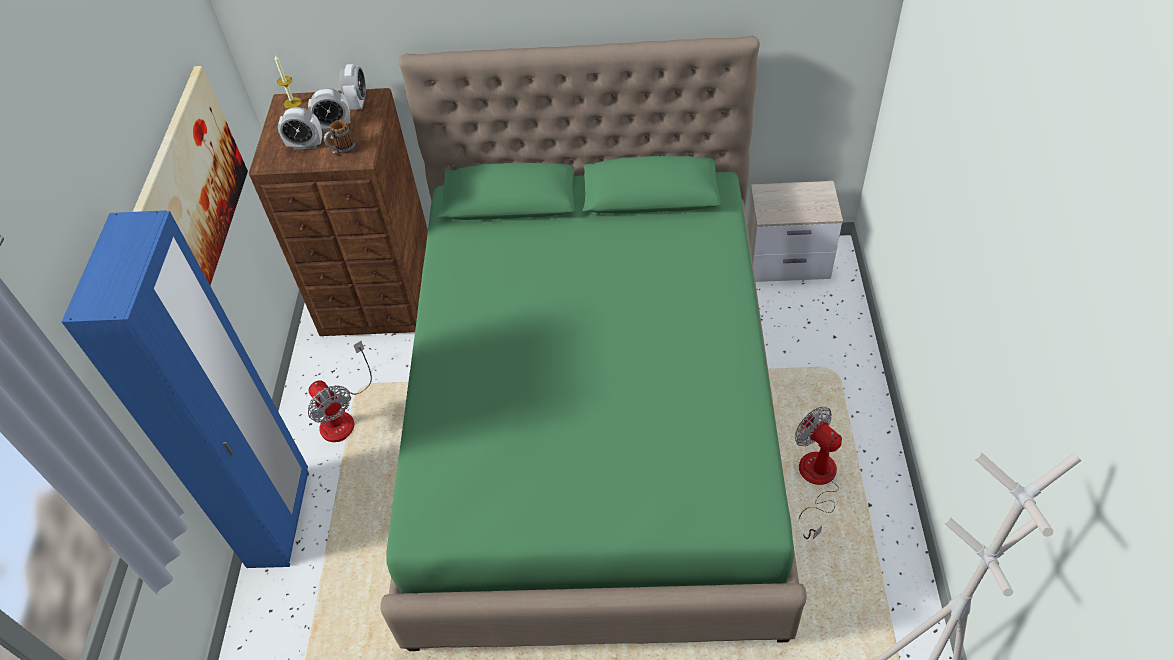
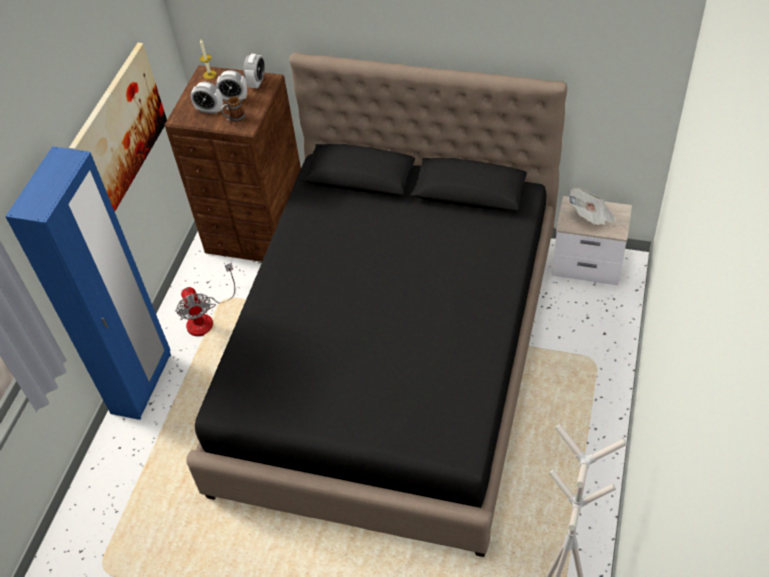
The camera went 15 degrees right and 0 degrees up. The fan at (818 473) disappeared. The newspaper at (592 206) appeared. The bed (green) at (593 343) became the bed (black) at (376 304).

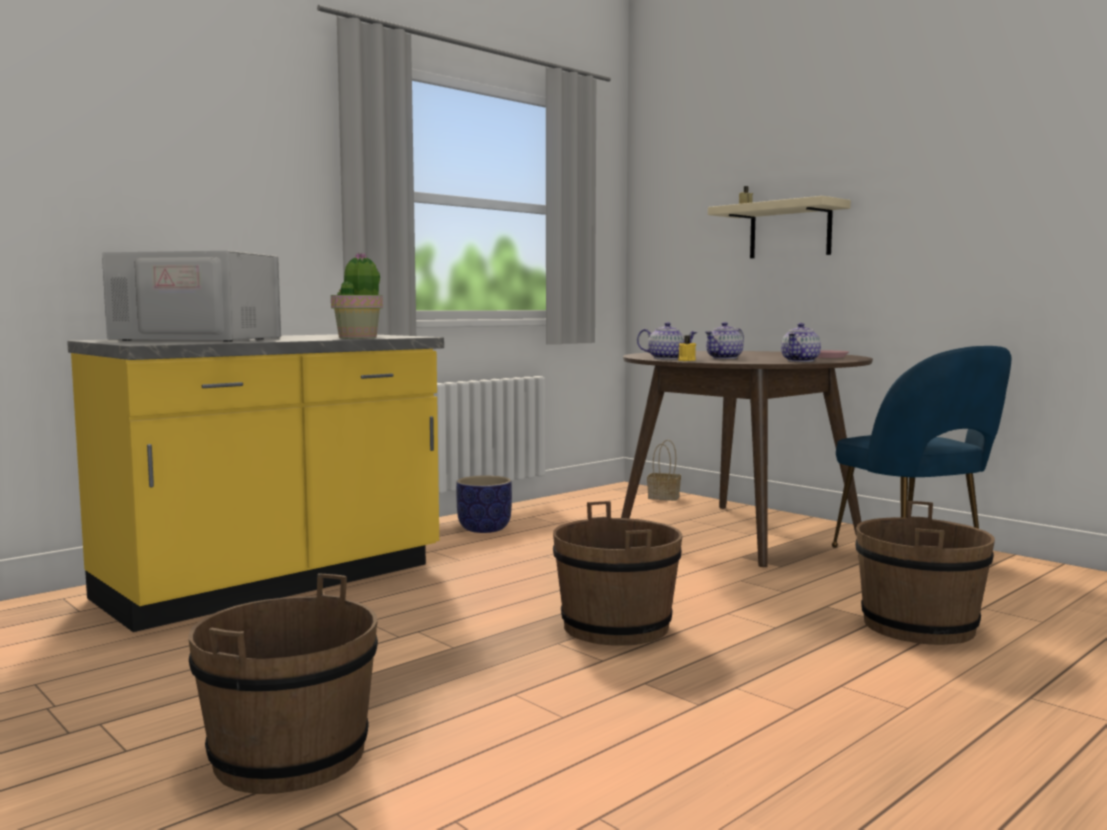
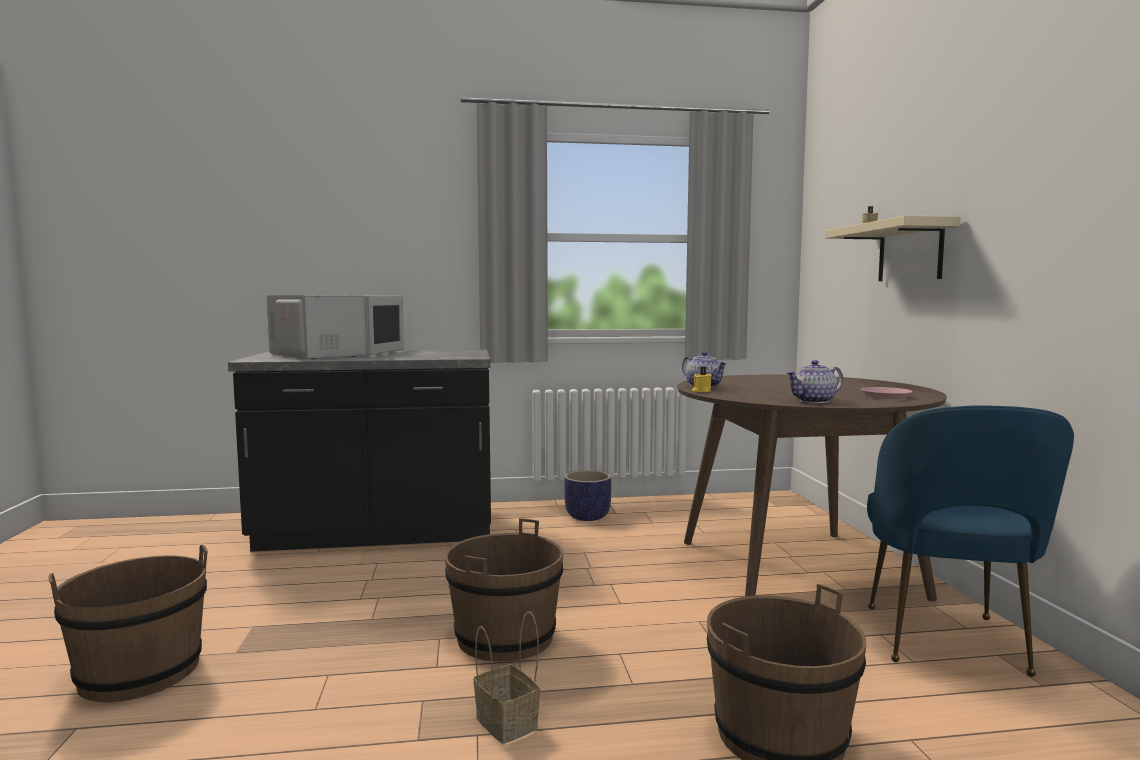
The camera went 35 degrees right and 0 degrees up. The potted plant at (357 295) disappeared. The teapot at (724 340) disappeared. The basket moved from (664 470) to (507 677). The counter (yellow) at (255 483) became the counter (black) at (359 450).

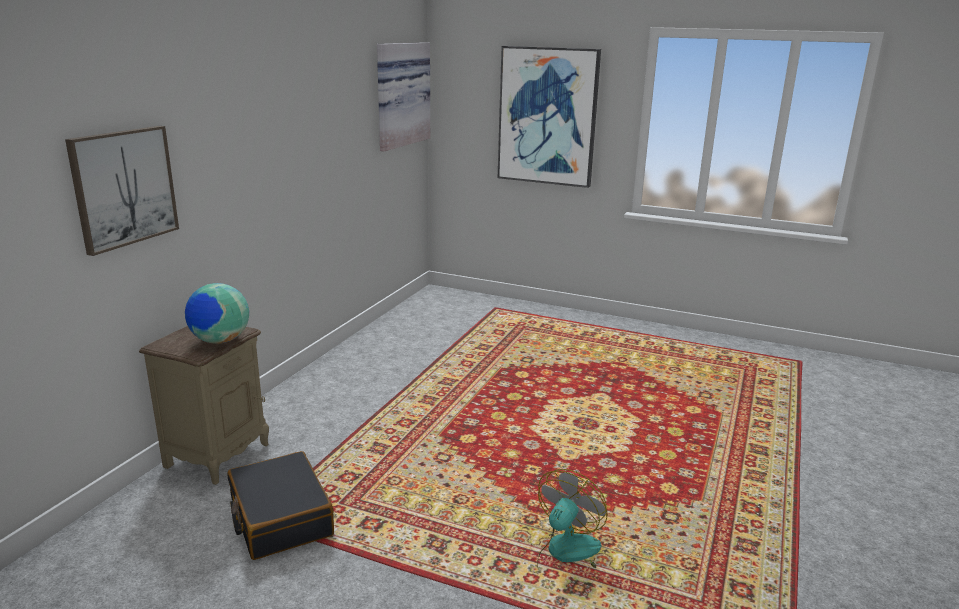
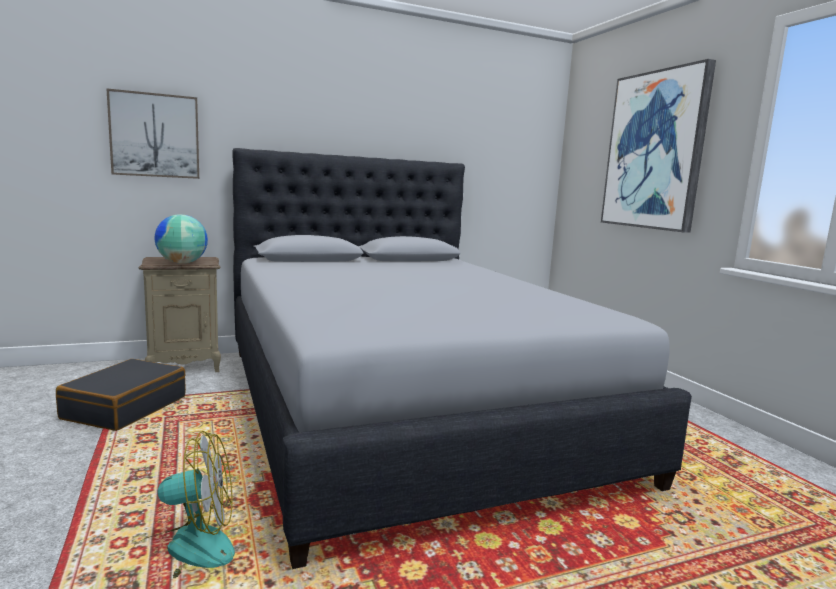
The camera went 45 degrees right and 10 degrees down. The picture at (403 96) disappeared. The bed (grey) at (462 358) appeared.

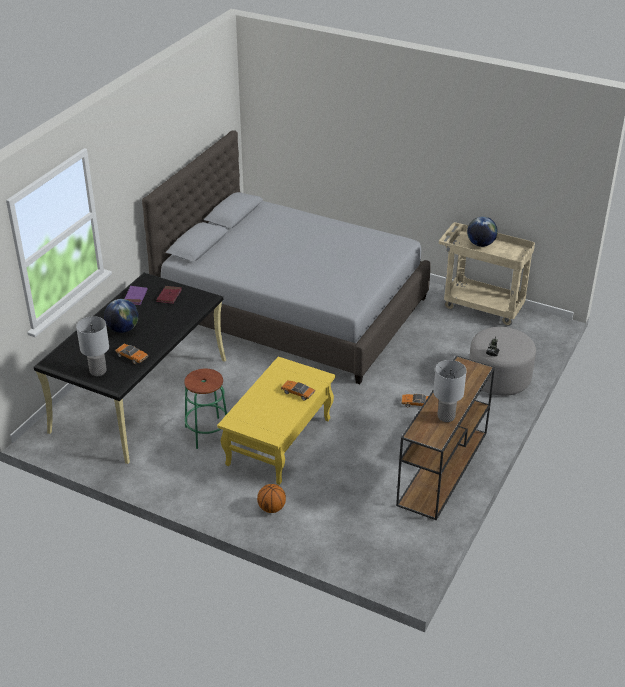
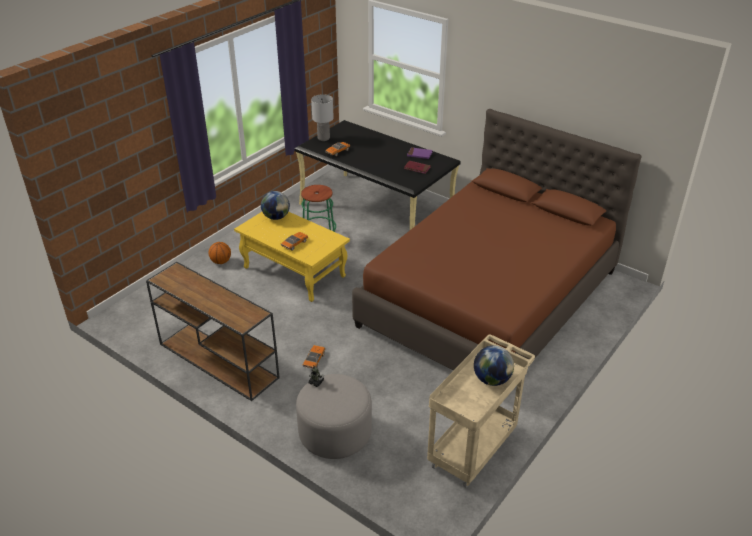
The camera went 100 degrees right and 0 degrees up. The table lamp (grey) at (450 391) disappeared. The globe moved from (121 316) to (275 205). The bed (grey) at (286 257) became the bed (brown) at (496 240).

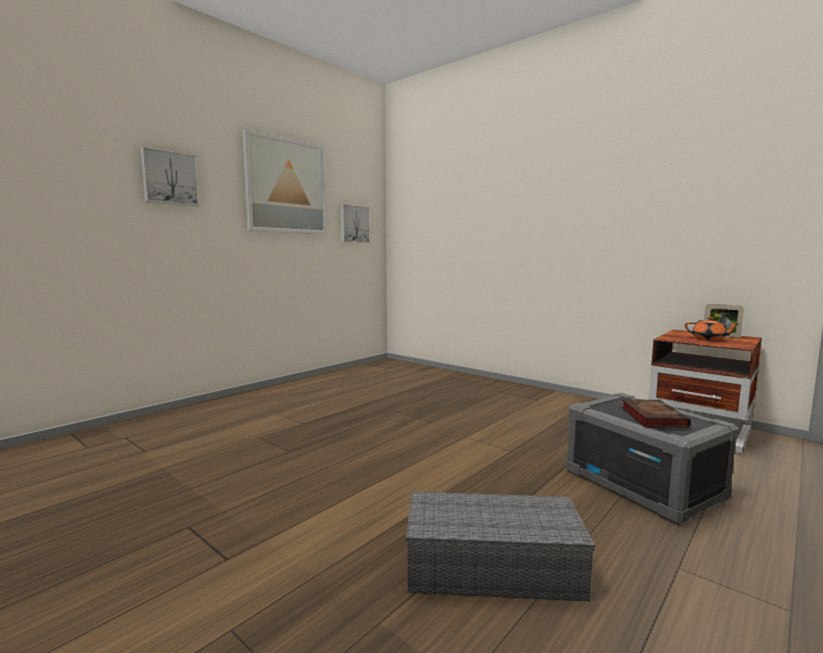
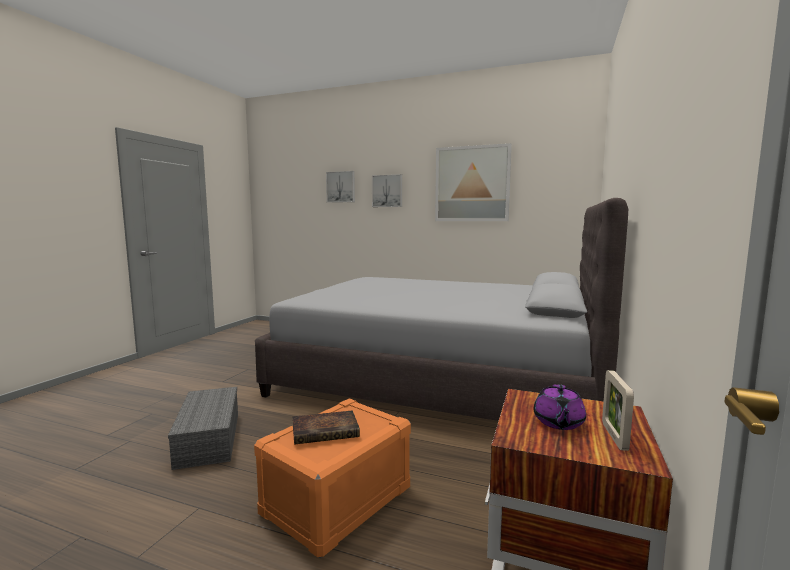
The camera went 70 degrees right and 0 degrees up. The bed (grey) at (441 309) appeared. The picture moved from (355 223) to (340 187). The storage box (grey) at (652 459) became the storage box (orange) at (332 478). The teapot (orange) at (711 329) became the teapot (purple) at (560 407).

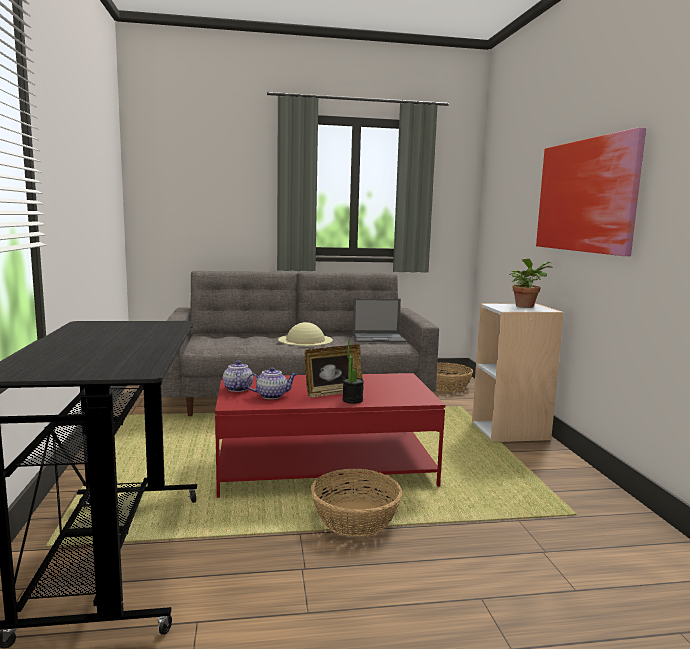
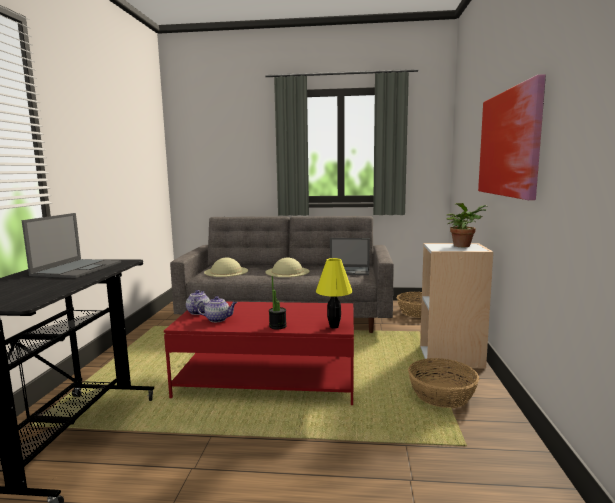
The camera went 15 degrees right and 0 degrees up. The picture frame at (334 370) disappeared. The laptop at (71 245) appeared. The hat (beige) at (226 267) appeared. The table lamp (yellow) at (334 293) appeared. The basket moved from (356 503) to (443 383).

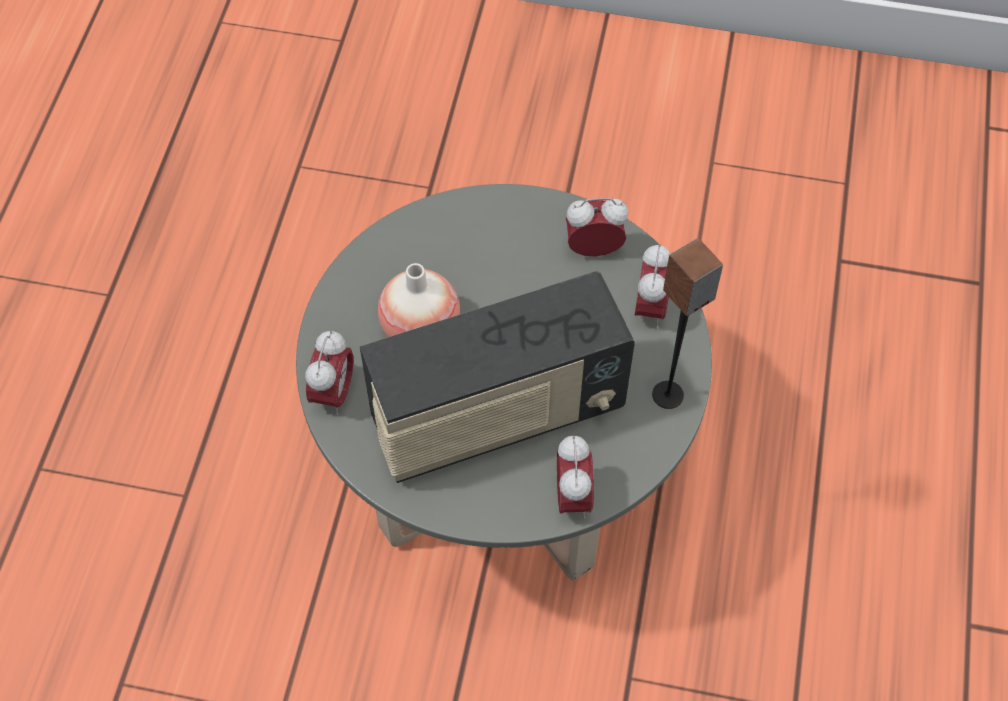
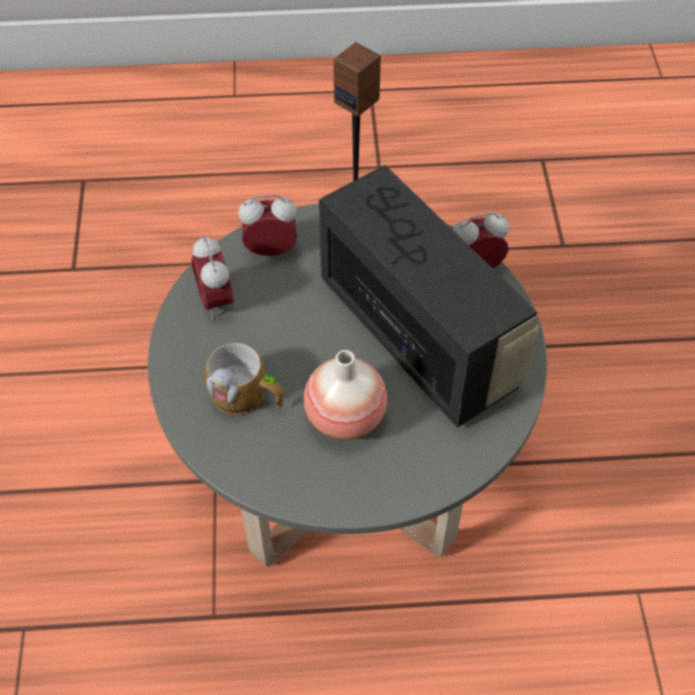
The camera went 105 degrees left and 5 degrees down. The alarm clock at (329 372) disappeared. The mug at (244 379) appeared.

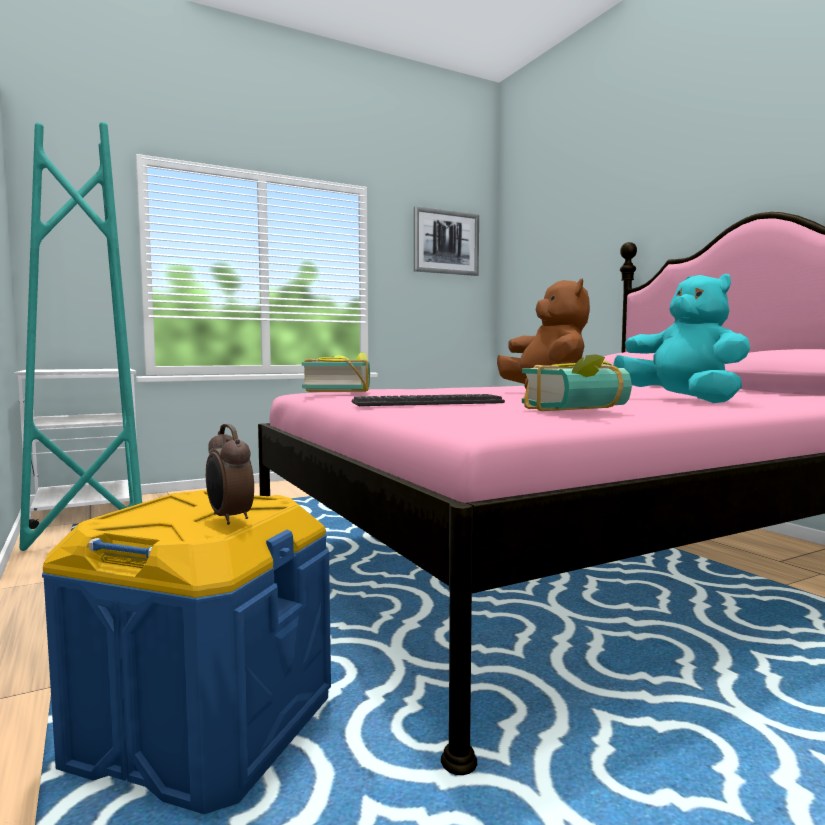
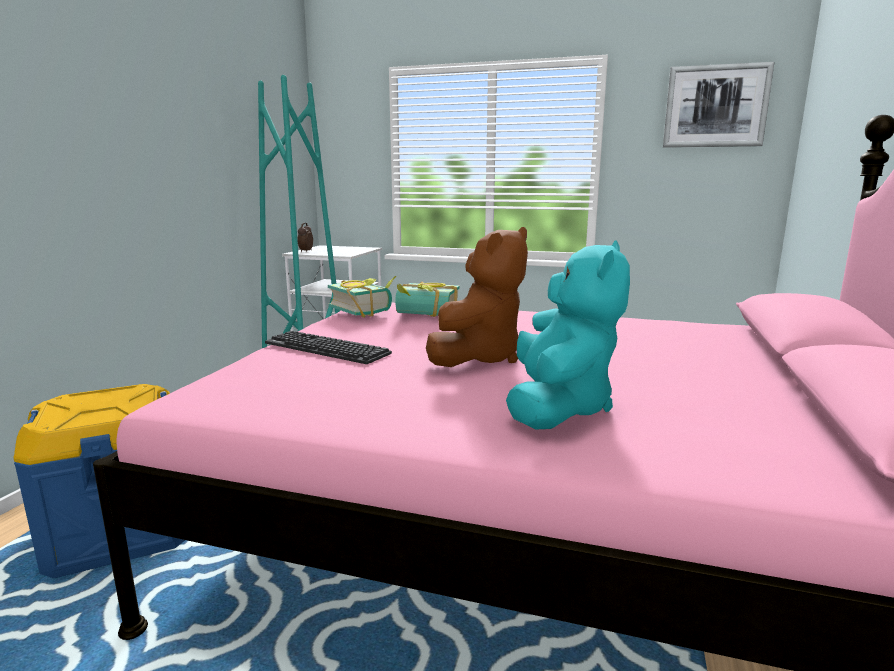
The camera went 45 degrees right and 10 degrees up. The alarm clock moved from (230 474) to (305 237). The book moved from (577 382) to (427 299).

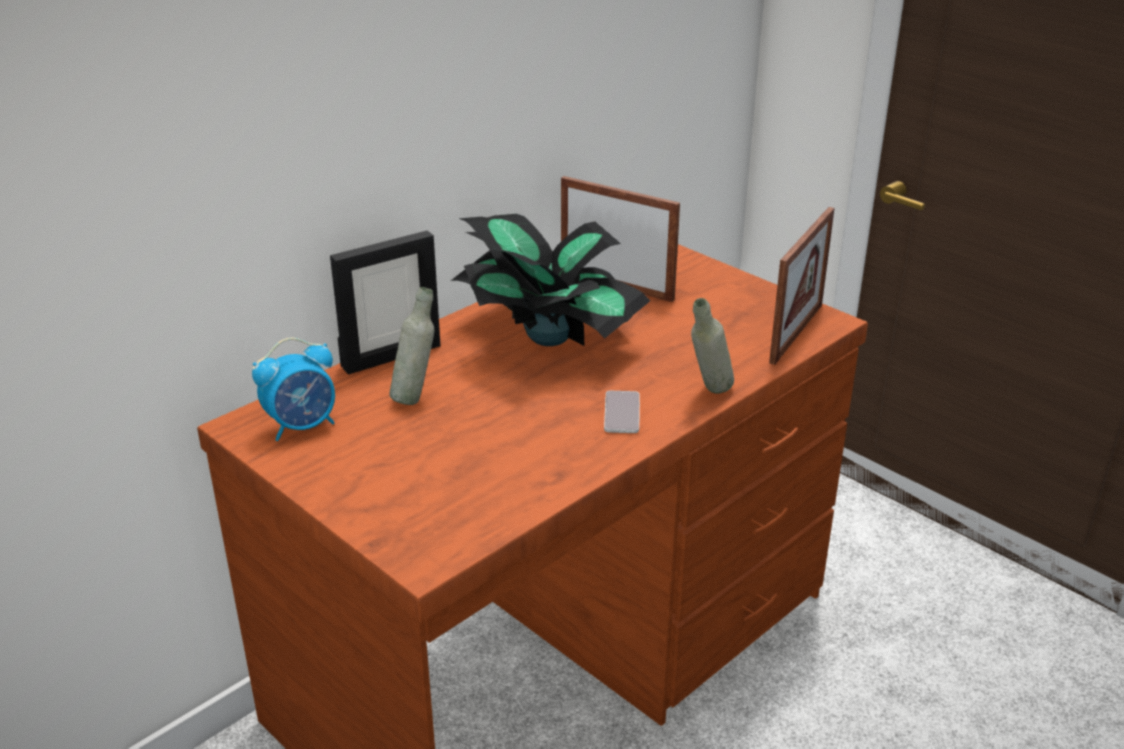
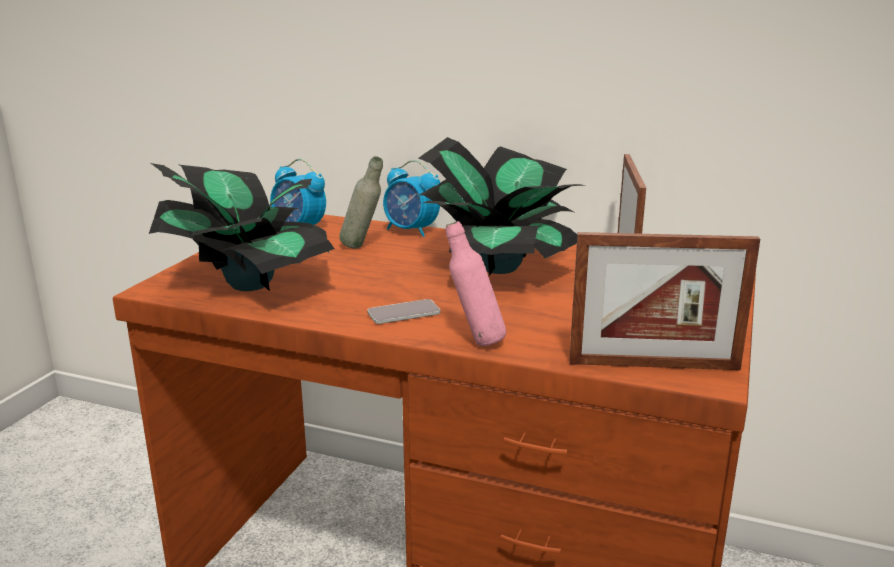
The camera went 65 degrees right and 10 degrees down. The potted plant at (242 227) appeared. The picture frame at (385 302) was replaced by the alarm clock at (411 198). The bottle (grey) at (712 346) became the bottle (pink) at (476 283).

